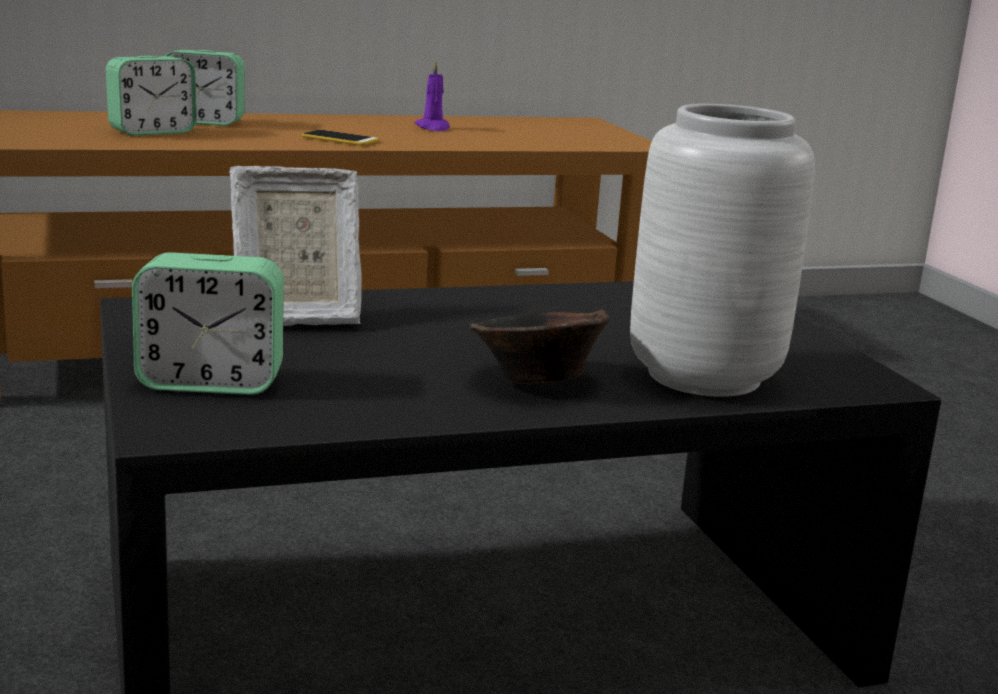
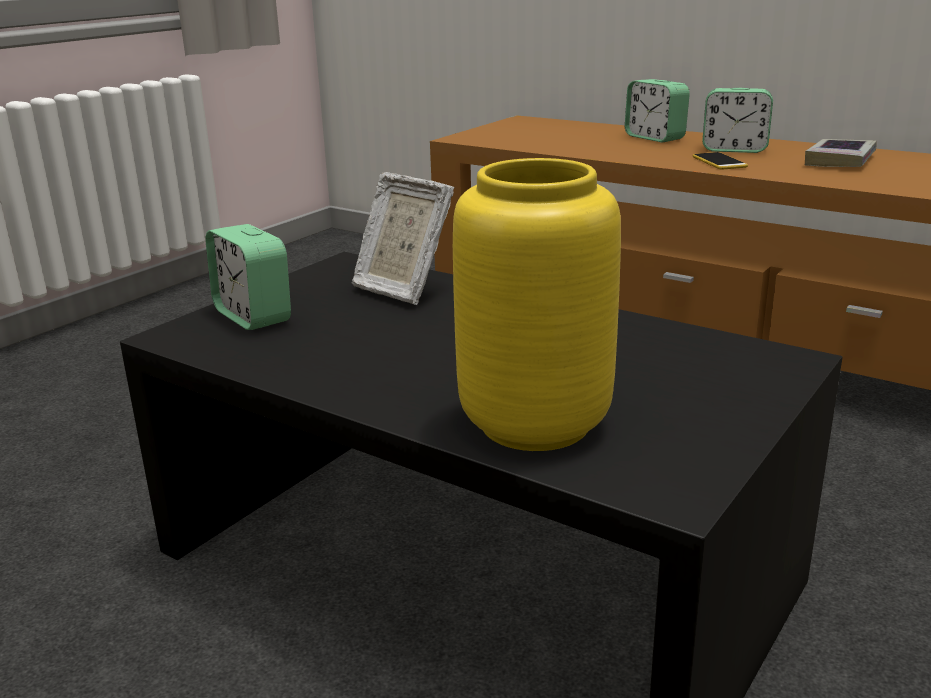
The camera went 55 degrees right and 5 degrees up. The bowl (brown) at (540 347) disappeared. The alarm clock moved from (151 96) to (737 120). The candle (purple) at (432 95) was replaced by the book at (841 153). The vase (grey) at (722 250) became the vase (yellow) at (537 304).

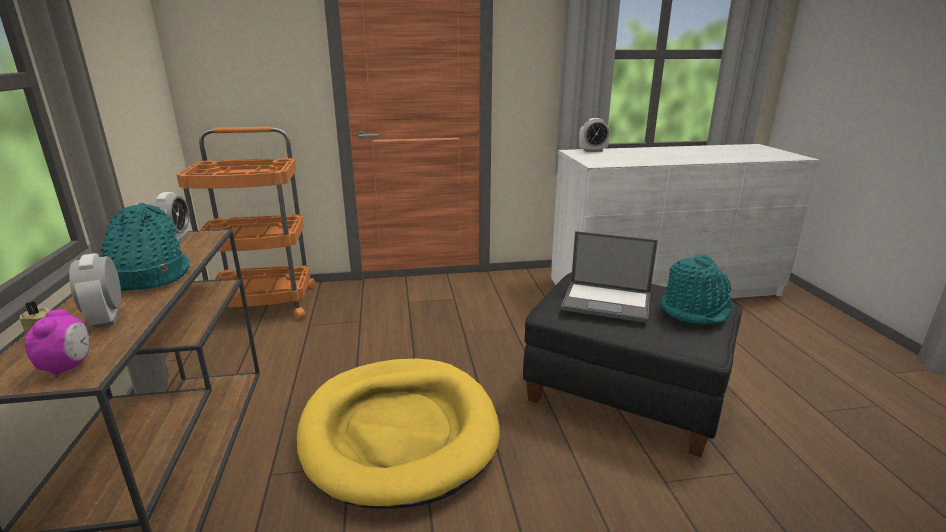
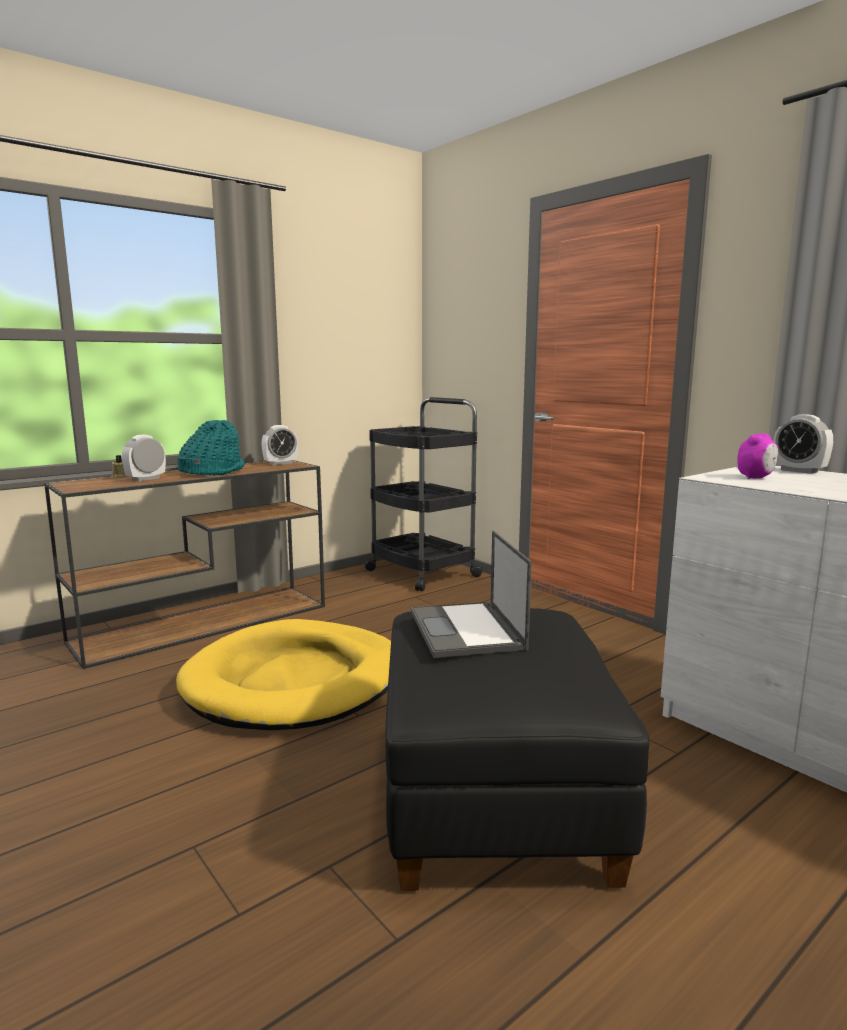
The camera went 60 degrees right and 10 degrees down. The hat (turquoise) at (696 289) disappeared. The alarm clock moved from (57 343) to (757 456). The cart (orange) at (246 223) became the cart (black) at (424 494).

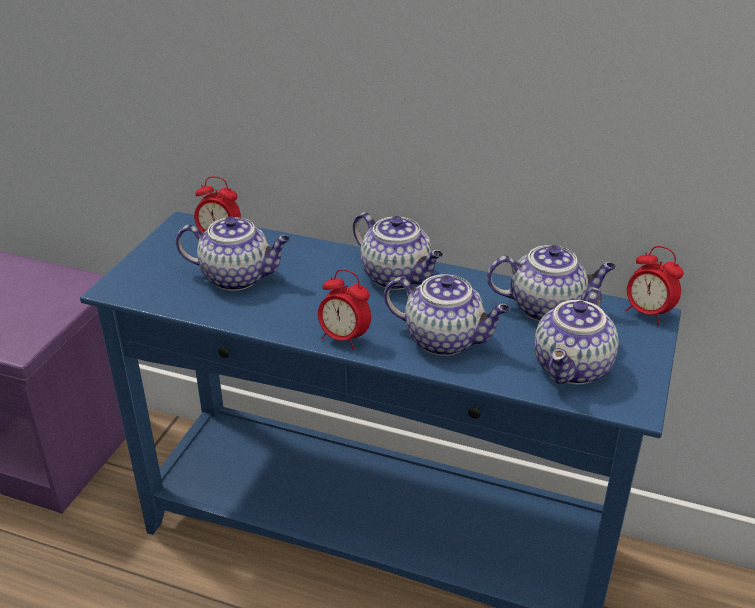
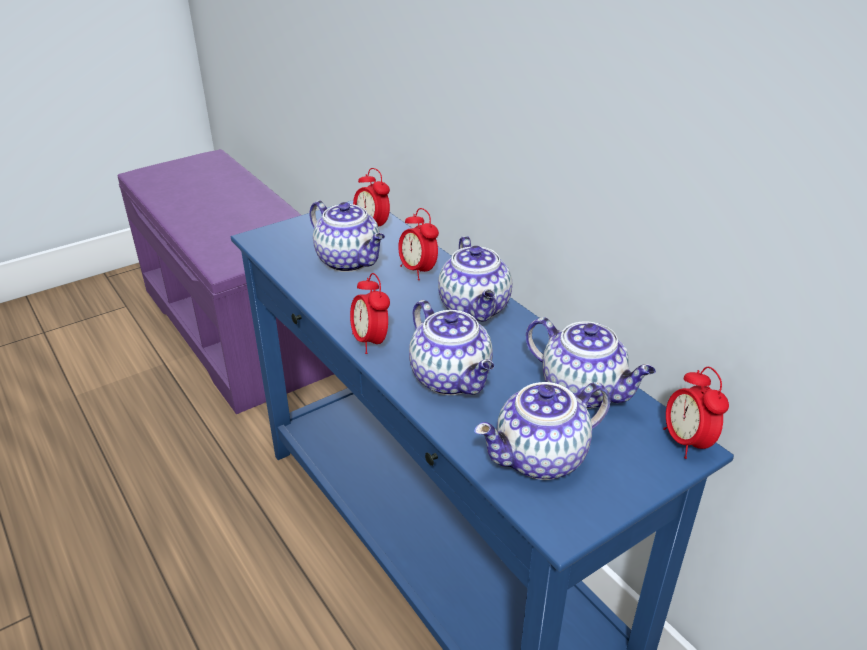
The camera went 35 degrees right and 0 degrees up. The alarm clock at (418 244) appeared.

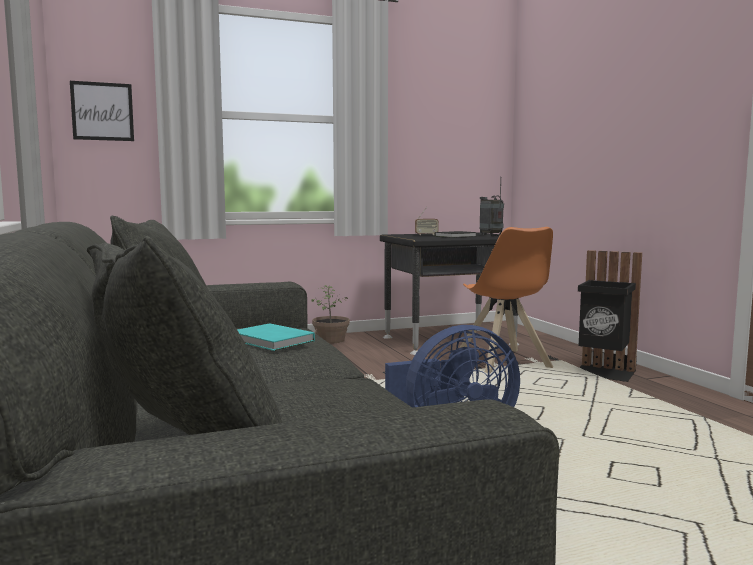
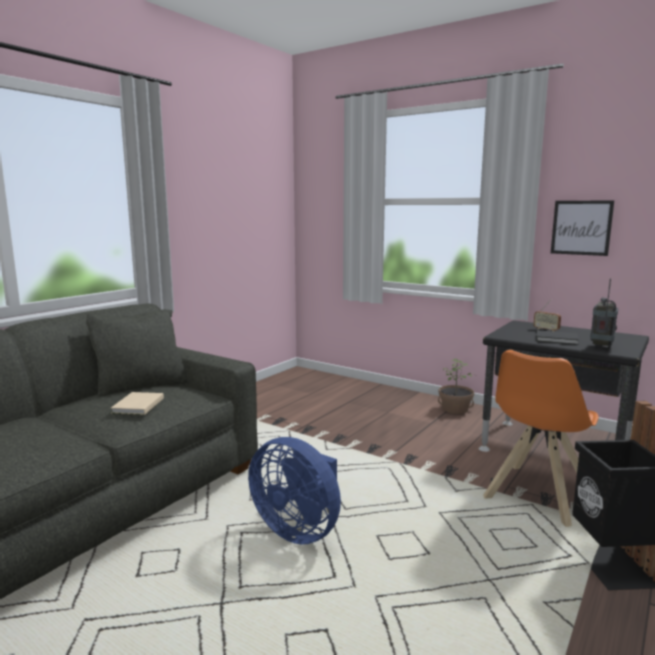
The camera went 55 degrees right and 5 degrees up. The picture moved from (102 111) to (582 228). The book (turquoise) at (276 337) became the book (beige) at (137 403).

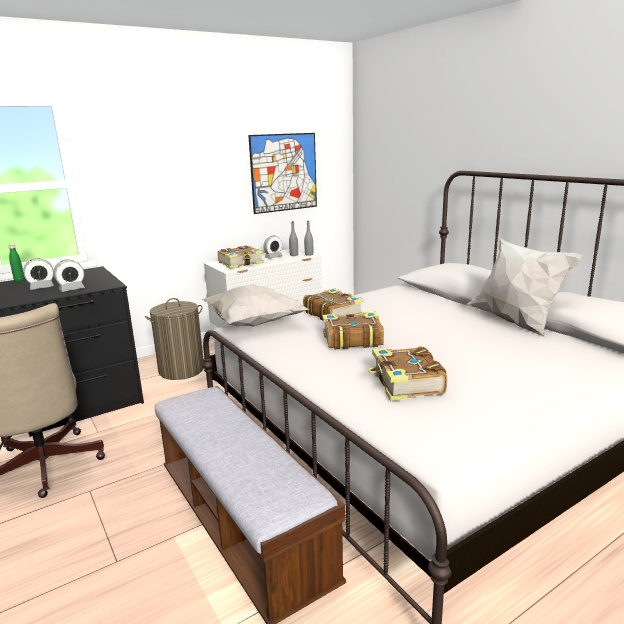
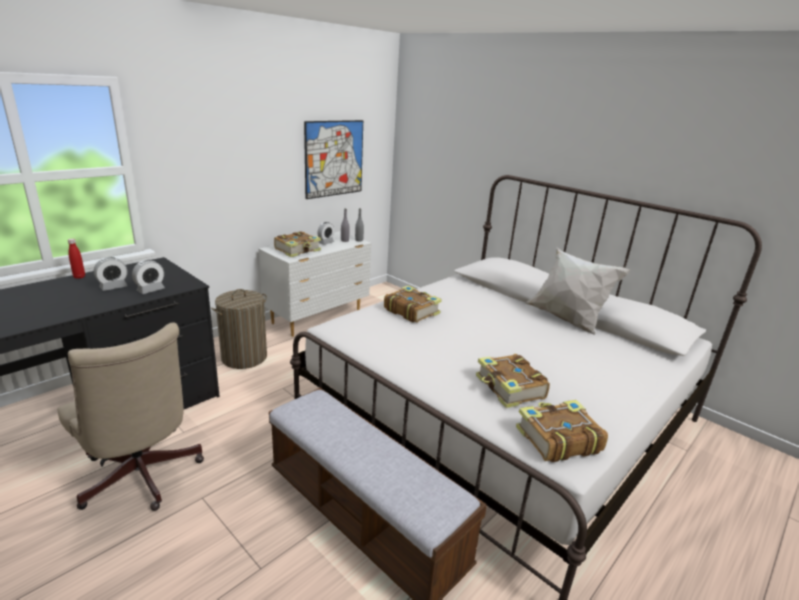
The camera went 15 degrees left and 5 degrees up. The pillow (white) at (255 306) disappeared. The book moved from (353 330) to (562 431). The bottle (green) at (16 263) became the bottle (red) at (76 259).

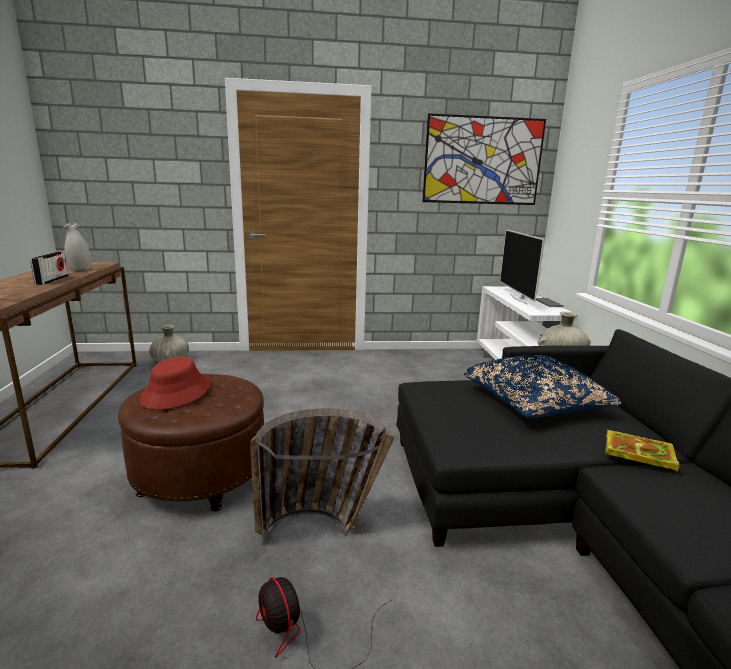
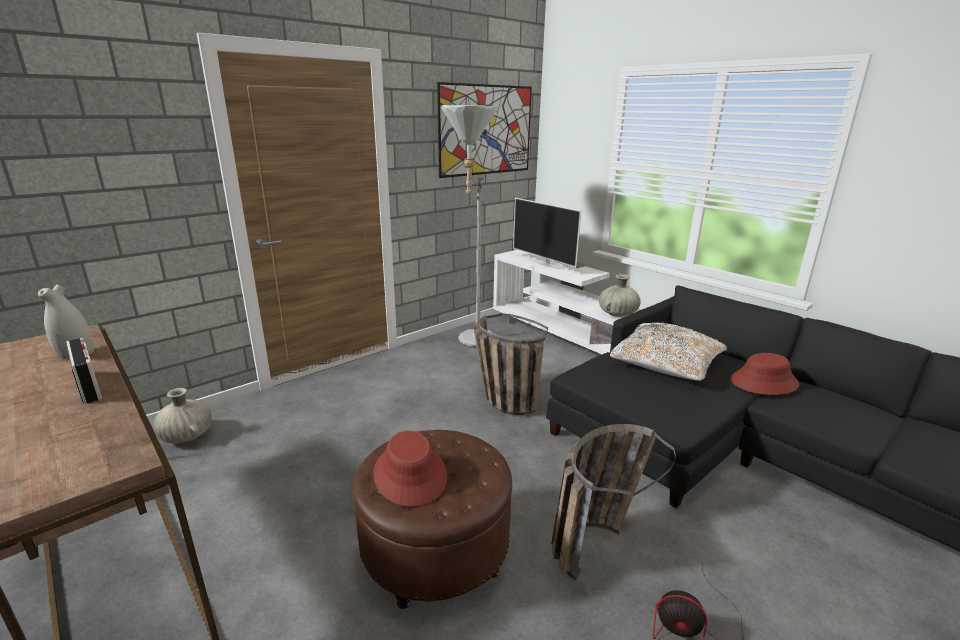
The camera went 35 degrees left and 5 degrees up. The floor lamp (grey) at (469 226) appeared. The basket at (511 364) appeared. The book at (642 451) was replaced by the hat (red) at (764 374). The pillow (blue) at (543 386) became the pillow (white) at (668 351).

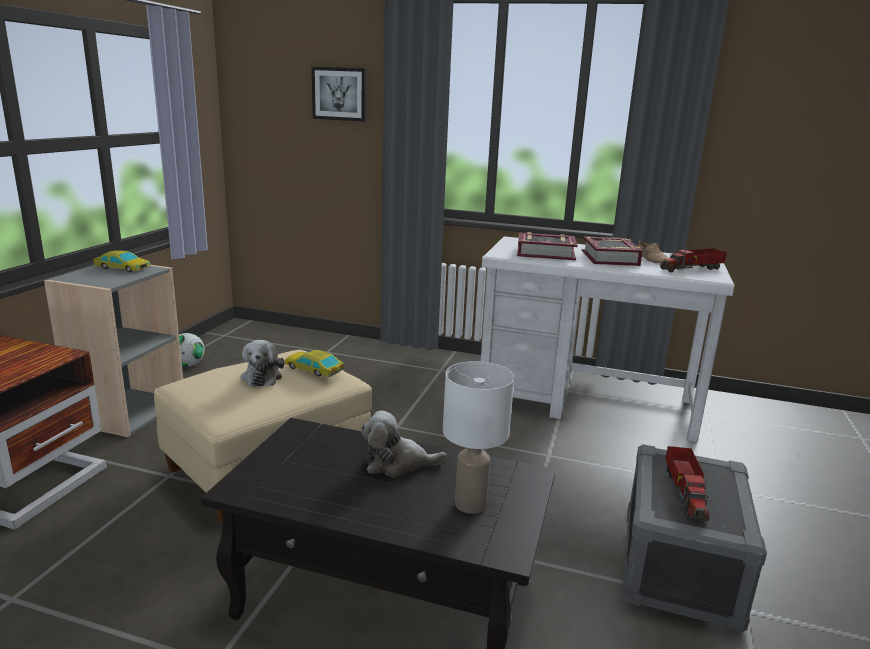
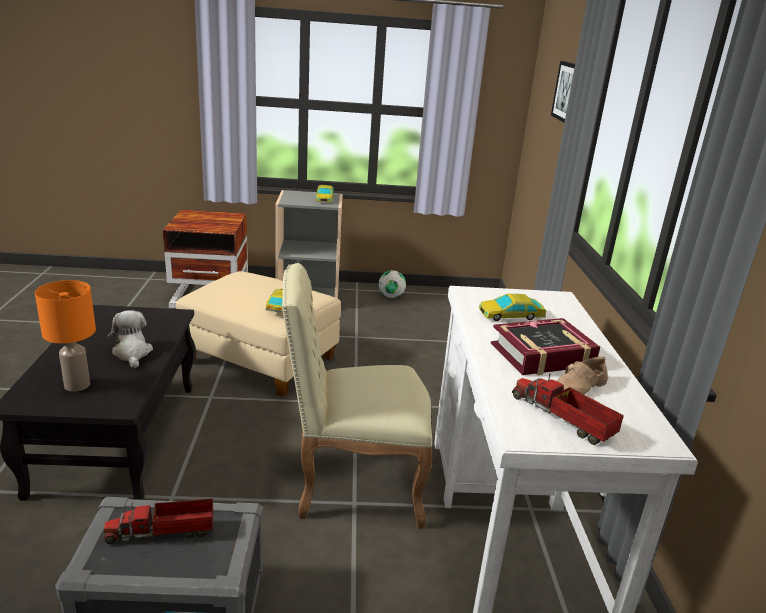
The camera went 70 degrees right and 5 degrees up. The plush toy at (262 363) disappeared. The chair (beige) at (357 396) appeared. The book at (547 246) was replaced by the toy car at (512 307). The table lamp (white) at (478 437) became the table lamp (orange) at (65 336).

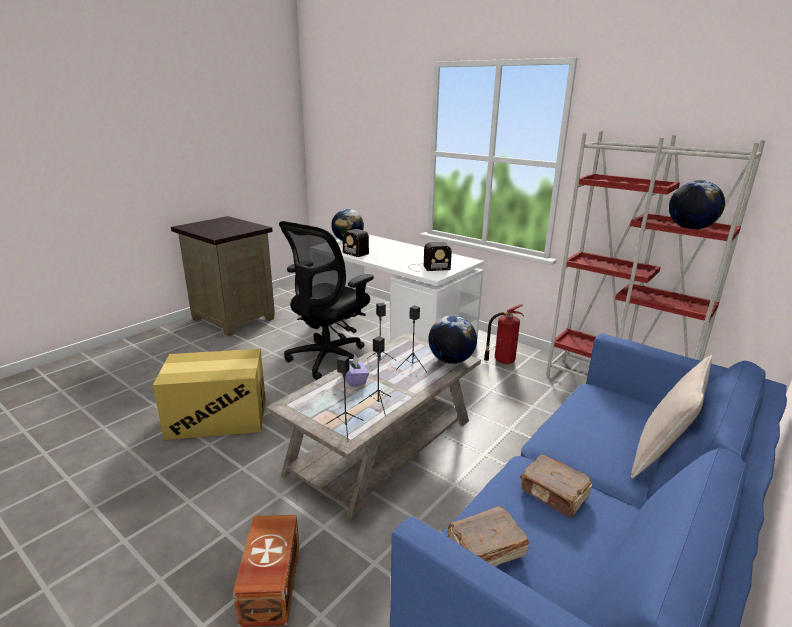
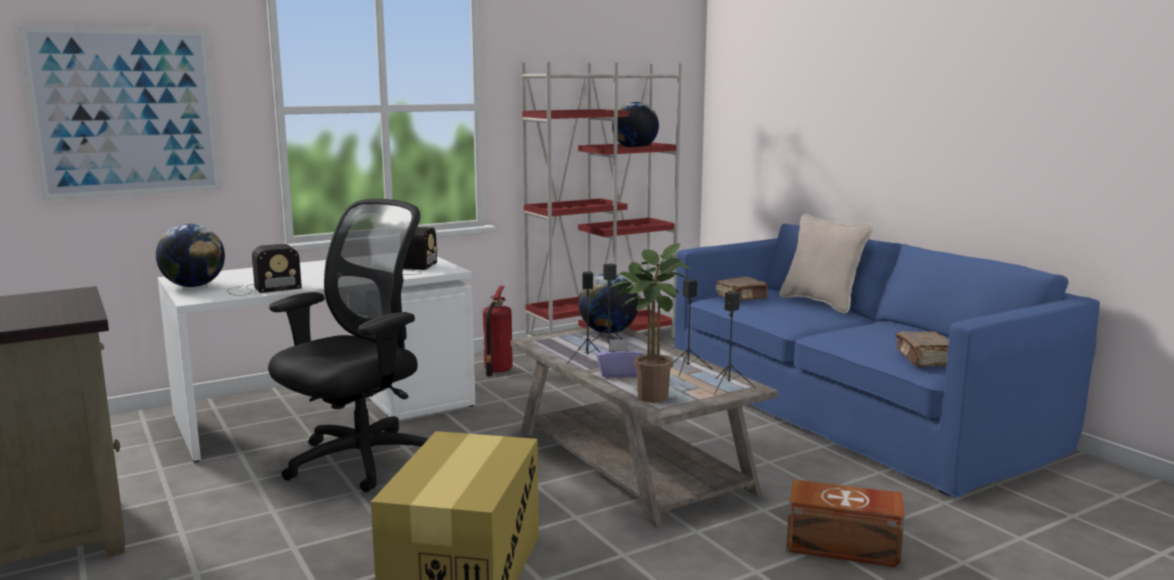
The camera went 70 degrees left and 10 degrees down. The picture at (120 113) appeared. The potted plant at (651 323) appeared. The book (brown) moved from (556 486) to (742 288). The office chair (black) at (326 300) turned 105 degrees counterclockwise.

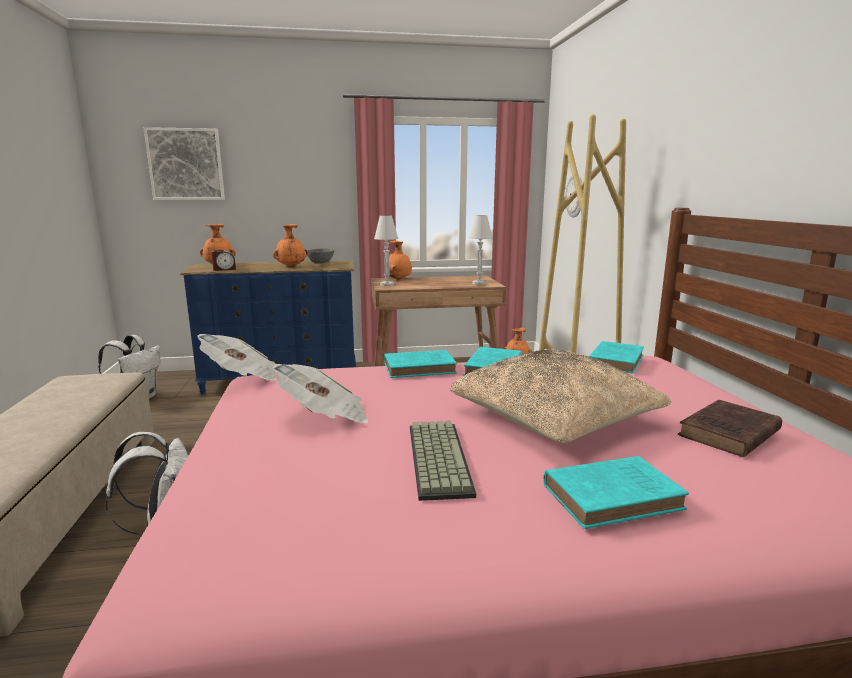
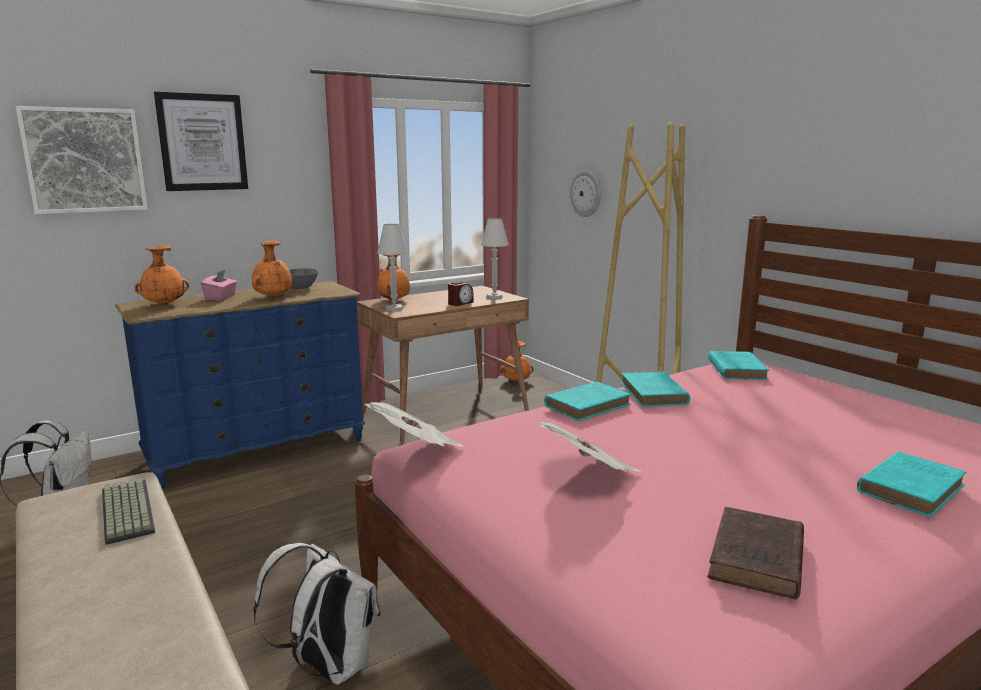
The camera went 25 degrees left and 0 degrees up. The pillow (beige) at (561 396) disappeared. The picture at (201 141) appeared. The tissue box (pink) at (219 284) appeared. The alarm clock moved from (223 260) to (460 293). The keyboard moved from (443 461) to (128 511). The book (brown) moved from (730 428) to (755 553).

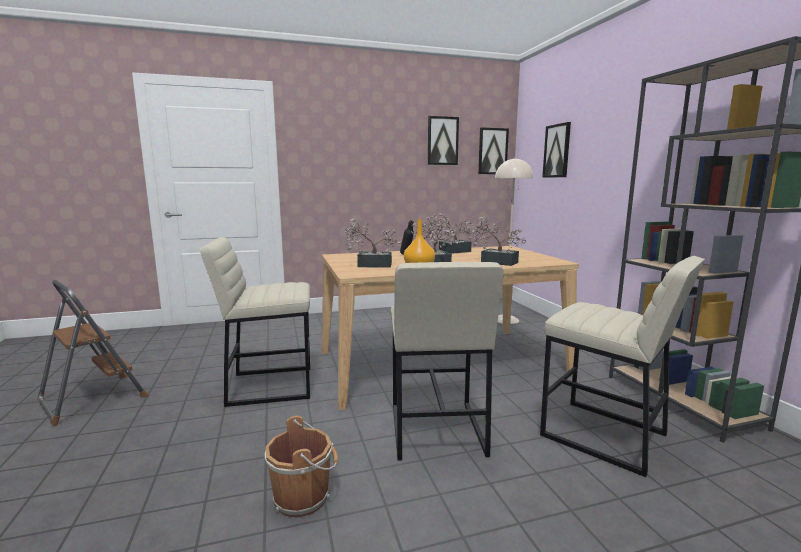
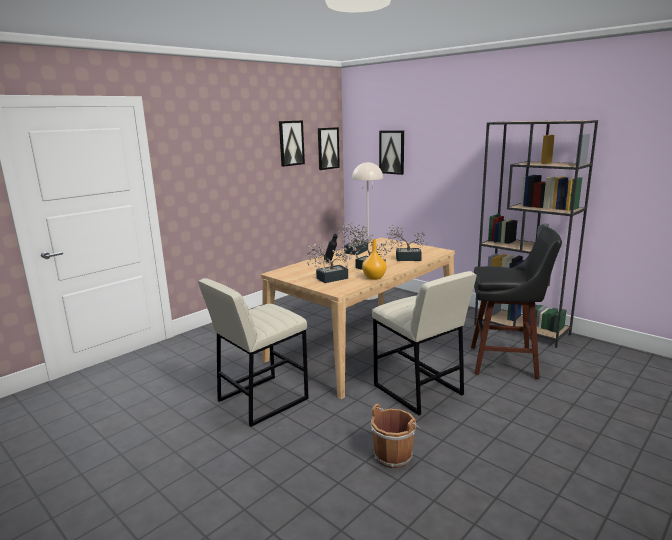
The camera went 30 degrees left and 5 degrees up. The step ladder (brown) at (93 353) disappeared. The chair (beige) at (622 366) was replaced by the stool (black) at (516 303).

